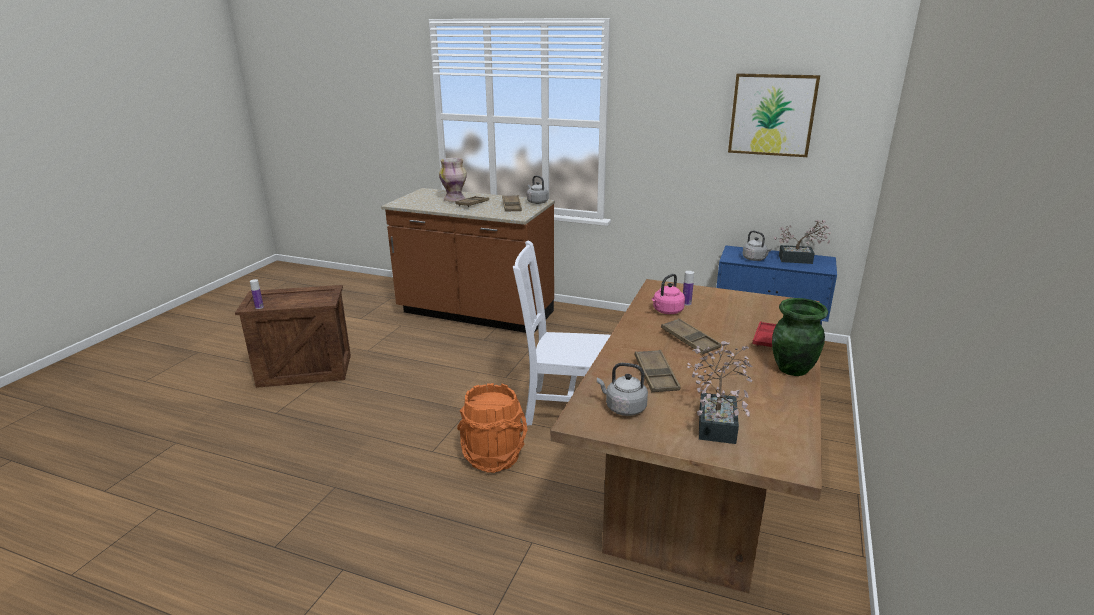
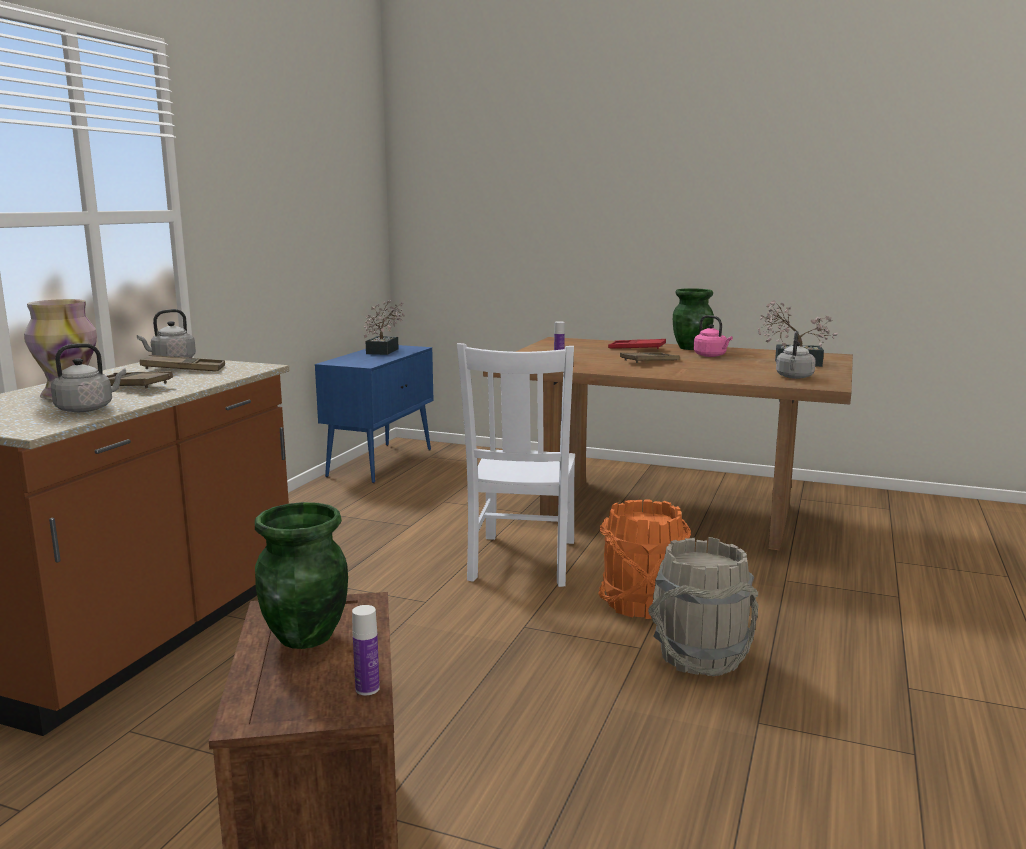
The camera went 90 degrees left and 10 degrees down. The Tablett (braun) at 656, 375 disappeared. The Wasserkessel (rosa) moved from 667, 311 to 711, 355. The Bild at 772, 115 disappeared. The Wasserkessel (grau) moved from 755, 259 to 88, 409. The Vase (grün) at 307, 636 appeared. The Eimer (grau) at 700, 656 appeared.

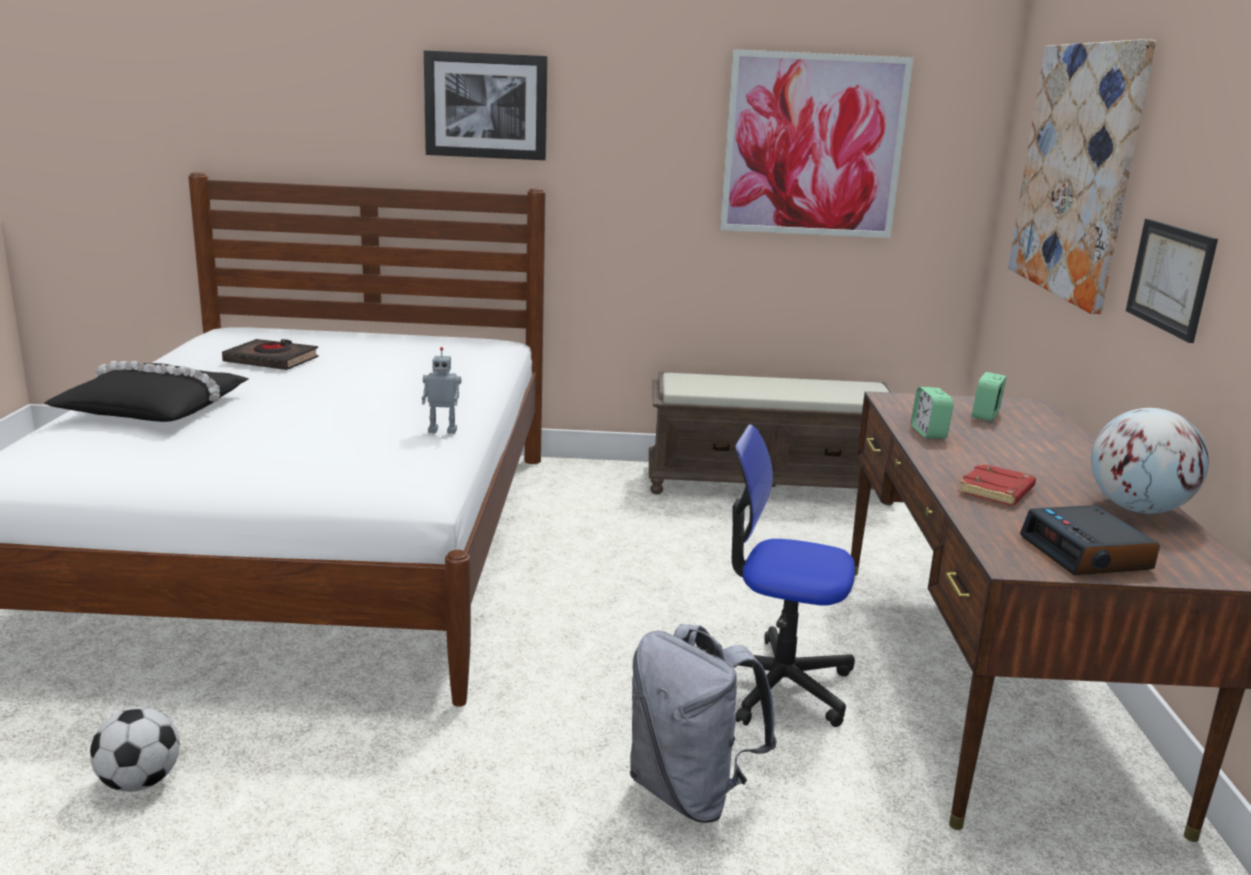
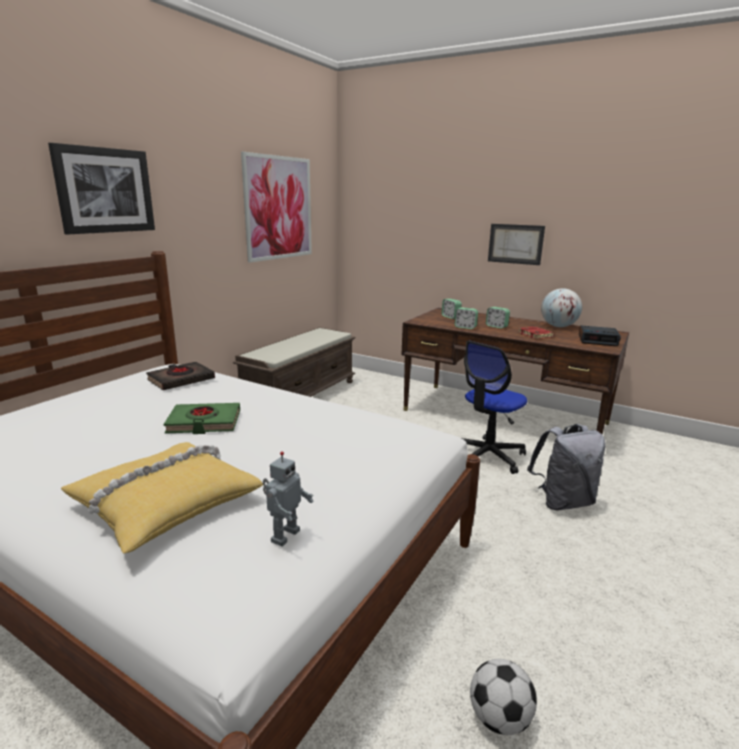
The camera went 60 degrees left and 0 degrees up. The Kissen (schwarz) at 155, 408 became the Kissen (gelb) at 165, 503. The Buch (schwarz) moved from 272, 361 to 181, 380. The Spielzeugroboter moved from 443, 430 to 284, 535. The Bild at 1076, 171 disappeared. The Buch (grün) at 204, 423 appeared. The Wecker at 496, 326 appeared.

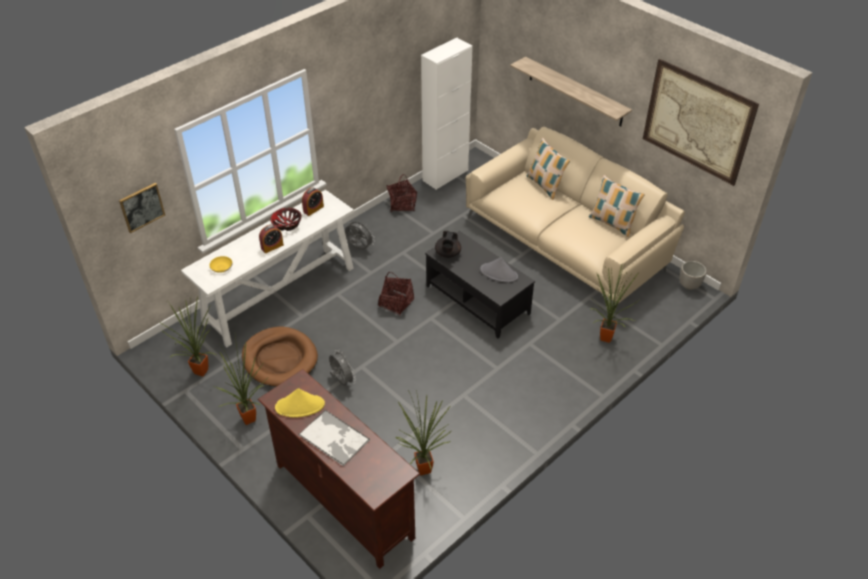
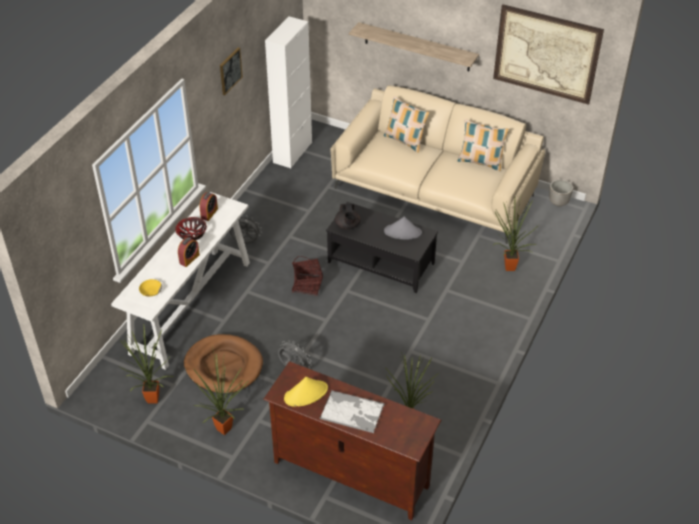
The camera went 20 degrees left and 0 degrees up. The Bild moved from 142, 207 to 230, 71. The Korb at 402, 204 disappeared.

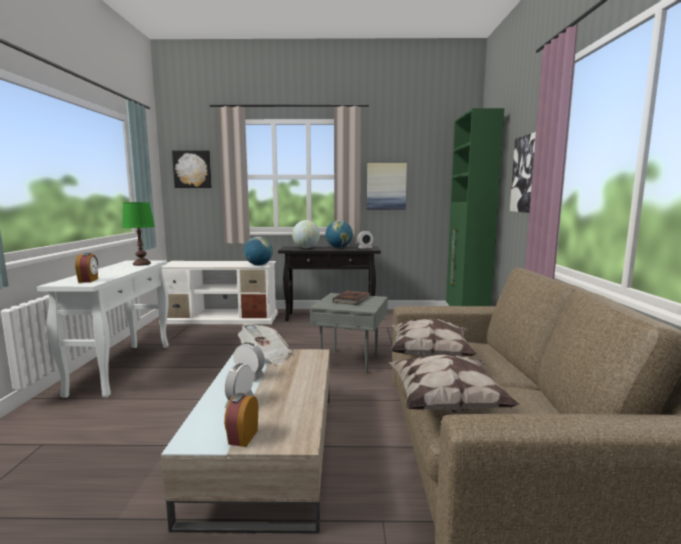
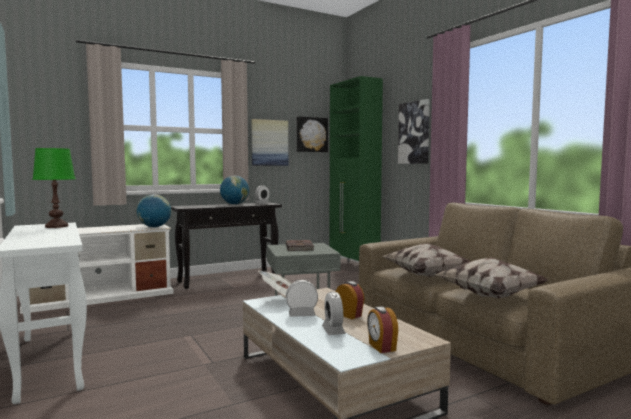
The camera went 30 degrees left and 5 degrees down. The Wecker moved from 89, 280 to 349, 315. The Bild moved from 192, 169 to 311, 134. The Globus at 306, 248 disappeared.

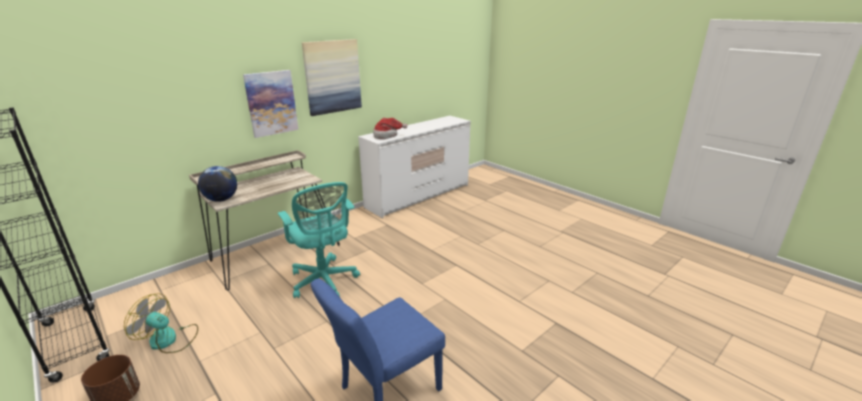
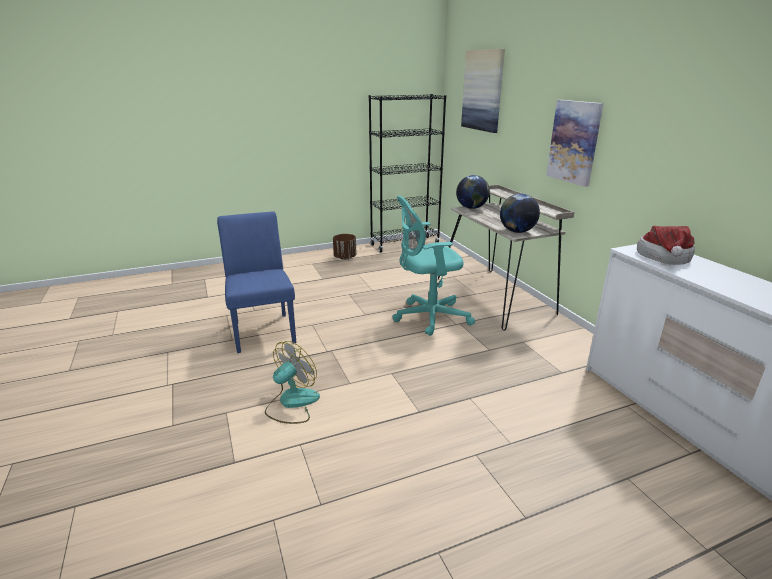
The camera went 110 degrees right and 0 degrees up. The Ventilator moved from 169, 340 to 292, 403. The Bild moved from 332, 77 to 483, 90. The Globus at 517, 231 appeared.

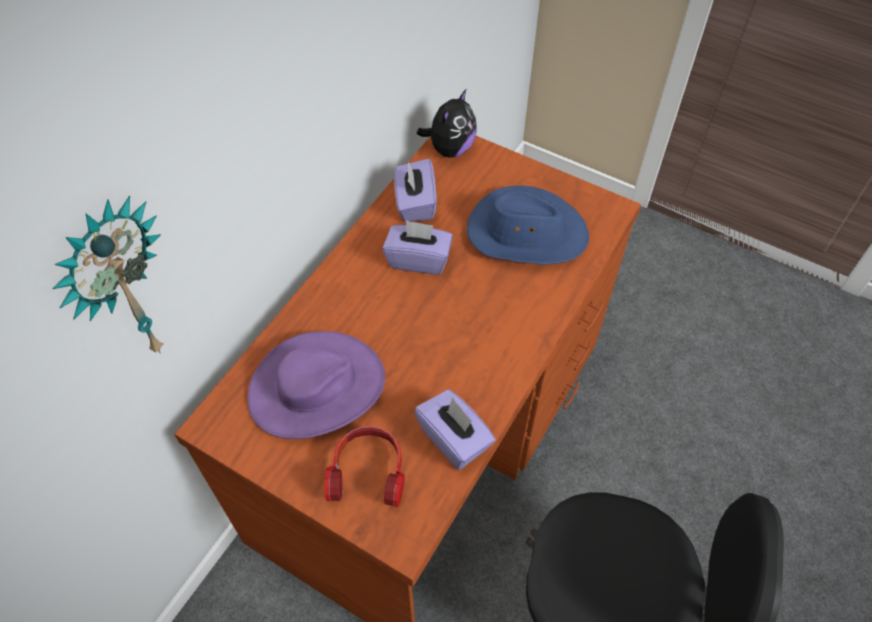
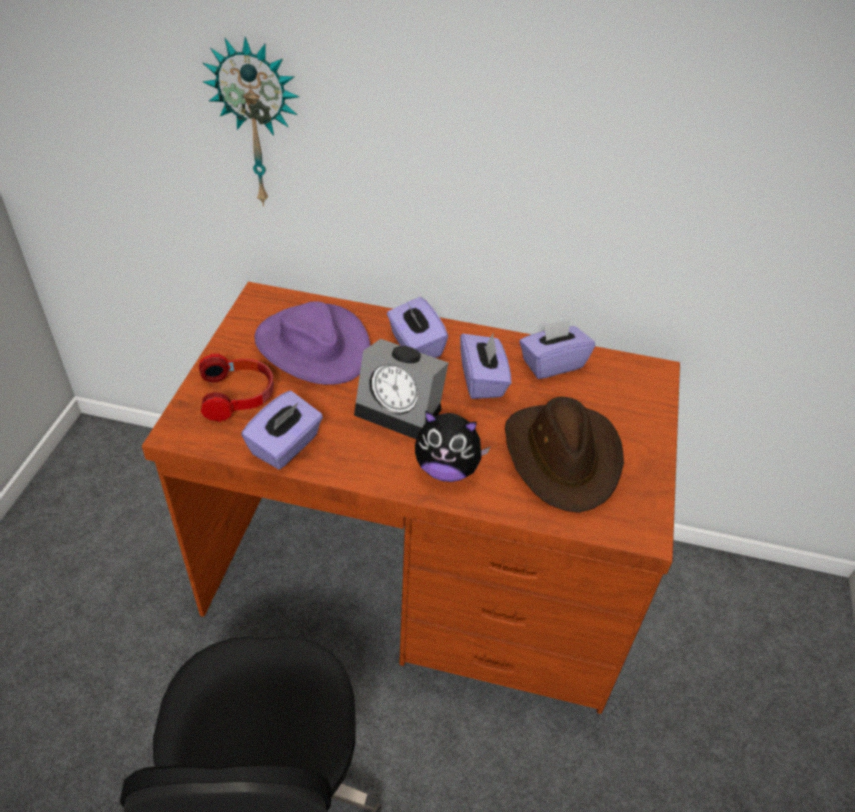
The camera went 70 degrees right and 10 degrees down. The Plüschtier moved from 450, 149 to 447, 469. The Hut (blau) at 526, 232 became the Hut (braun) at 563, 457. The Wecker at 402, 410 appeared. The Taschentuchbox (lila) at 415, 345 appeared.

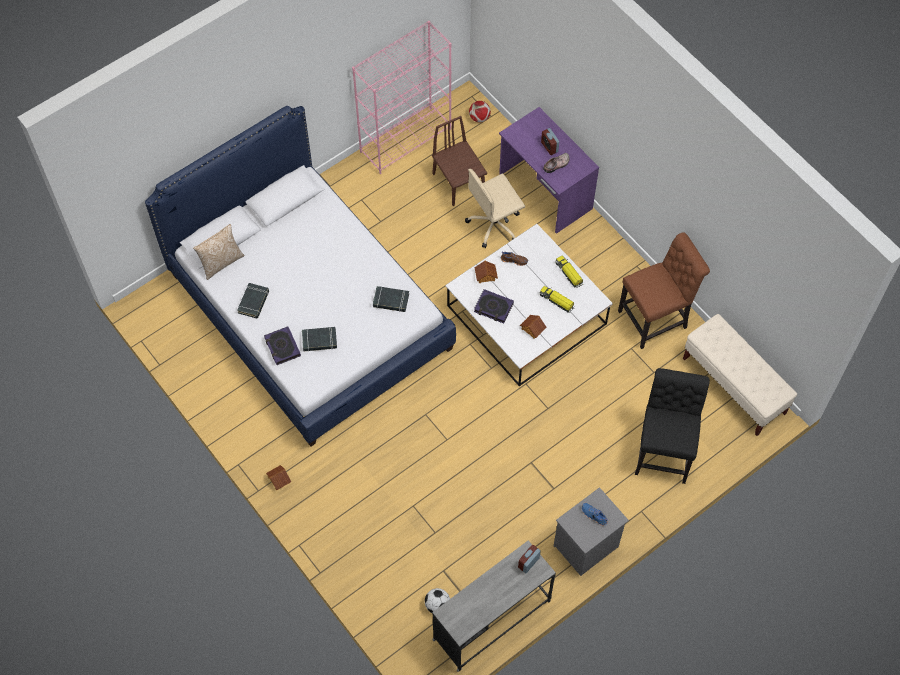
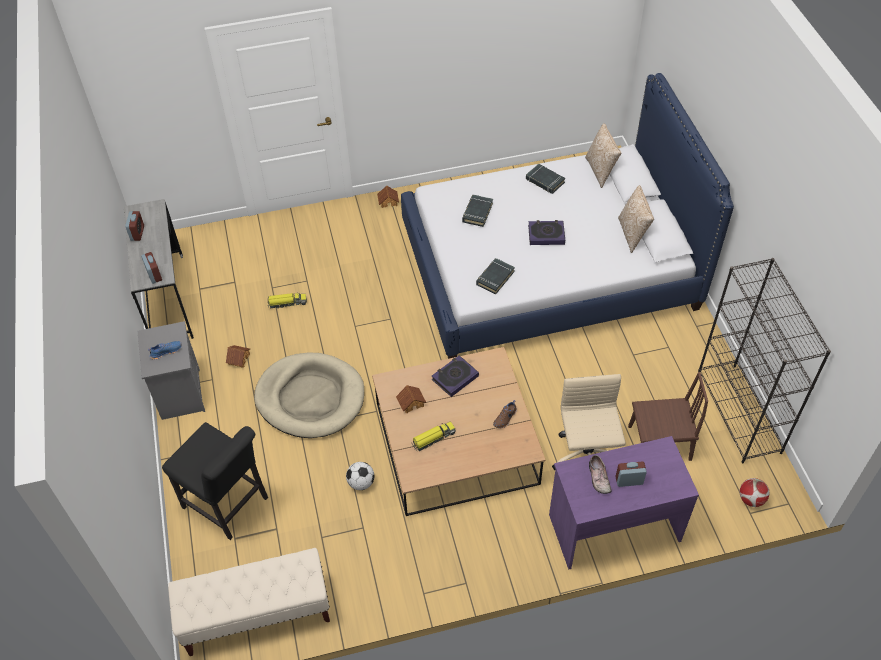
The camera went 115 degrees right and 10 degrees down. The Buch moved from 282, 347 to 546, 235. The Bücherregal (rosa) at 406, 140 became the Bücherregal (schwarz) at 739, 413. The Fußball moved from 437, 605 to 361, 483. The Couchtisch (weiß) at 526, 315 became the Couchtisch (braun) at 456, 443. The Spielzeughaus moved from 485, 276 to 238, 359. The Spielzeuglaster moved from 569, 274 to 287, 303. The Stuhl (braun) at 656, 318 disappeared. The Wecker at 137, 233 appeared. The Hundebett (beige) at 310, 398 appeared. The Kissen at 632, 234 appeared.

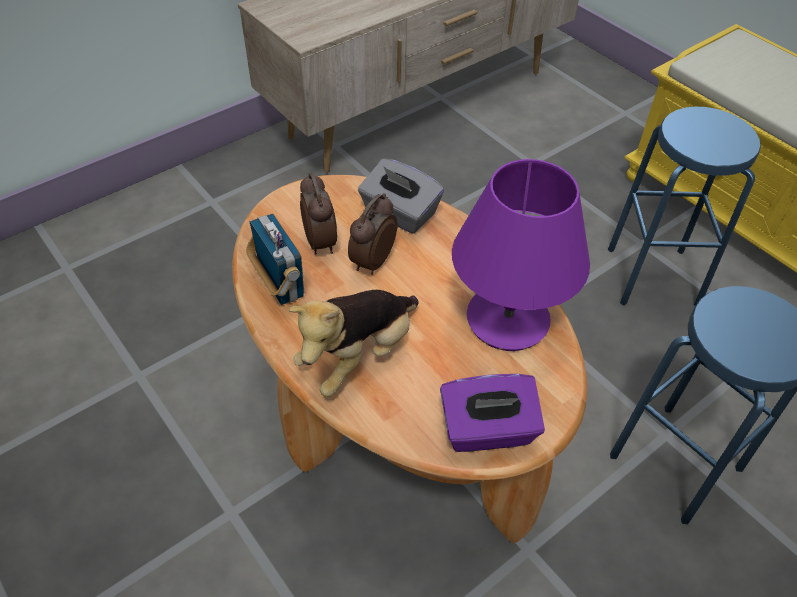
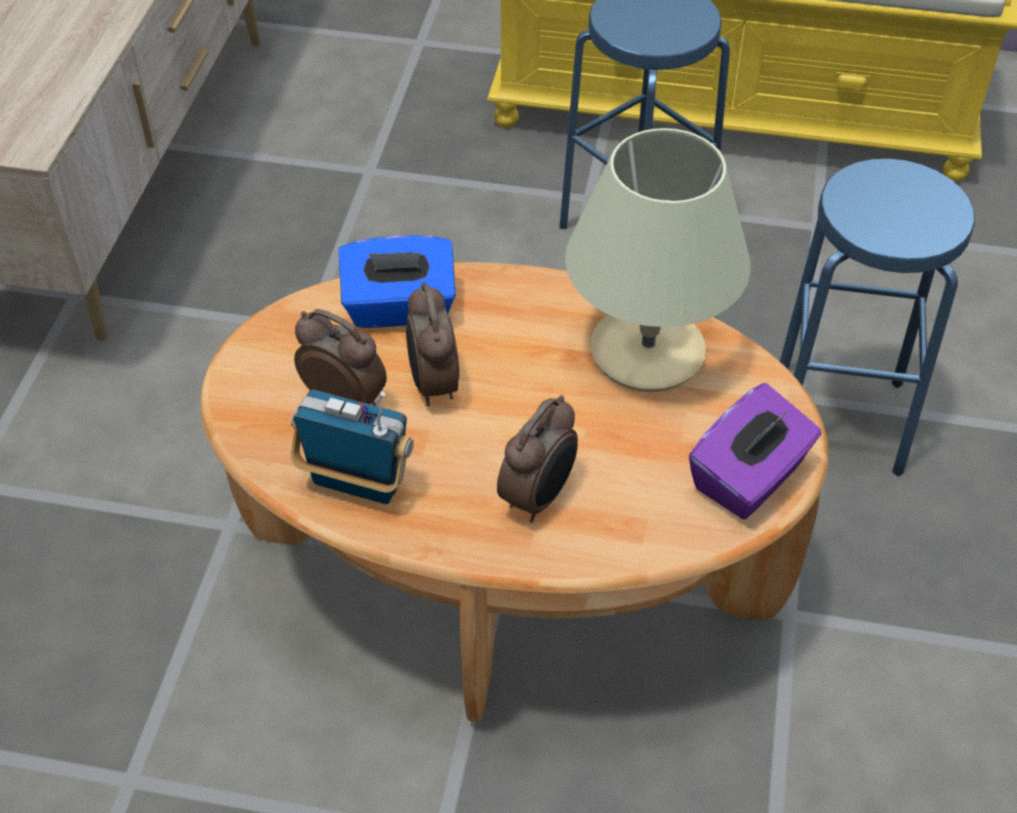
The camera went 40 degrees left and 0 degrees up. The Plüschtier at 358, 356 was replaced by the Wecker at 539, 497. The Taschentuchbox (grau) at 399, 214 became the Taschentuchbox (blau) at 400, 309. The Tischlampe (lila) at 508, 319 became the Tischlampe (beige) at 648, 351.

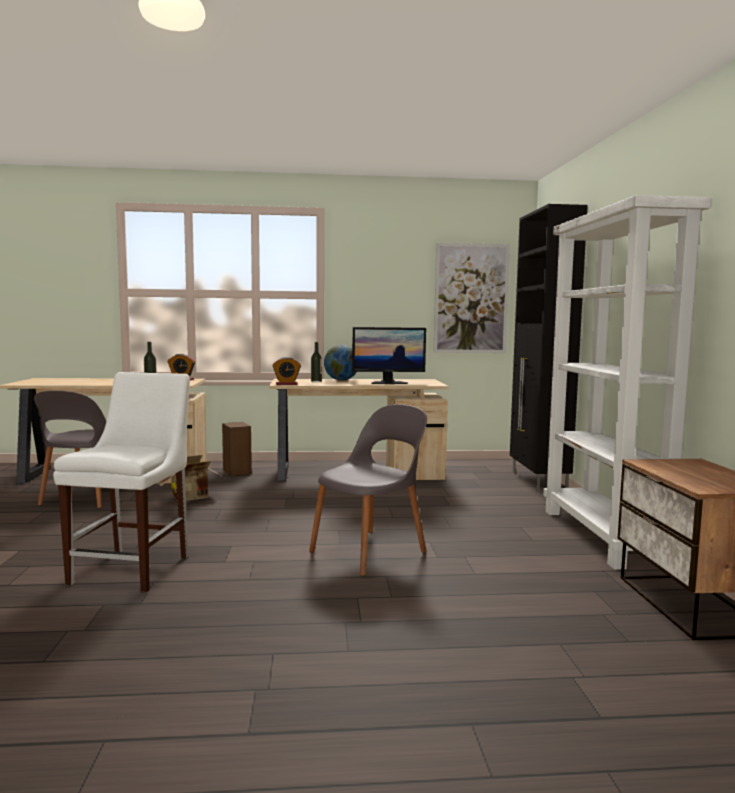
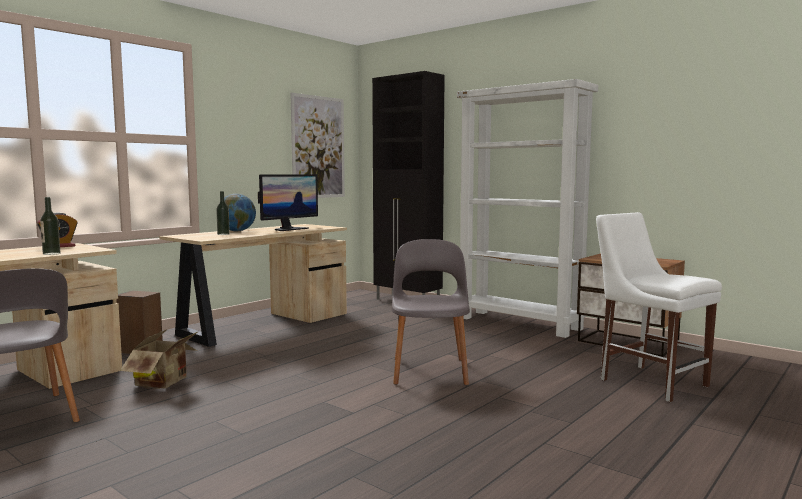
The camera went 45 degrees left and 0 degrees up. The Stuhl (weiß) moved from 134, 567 to 649, 381. The Wecker at 286, 384 disappeared.

